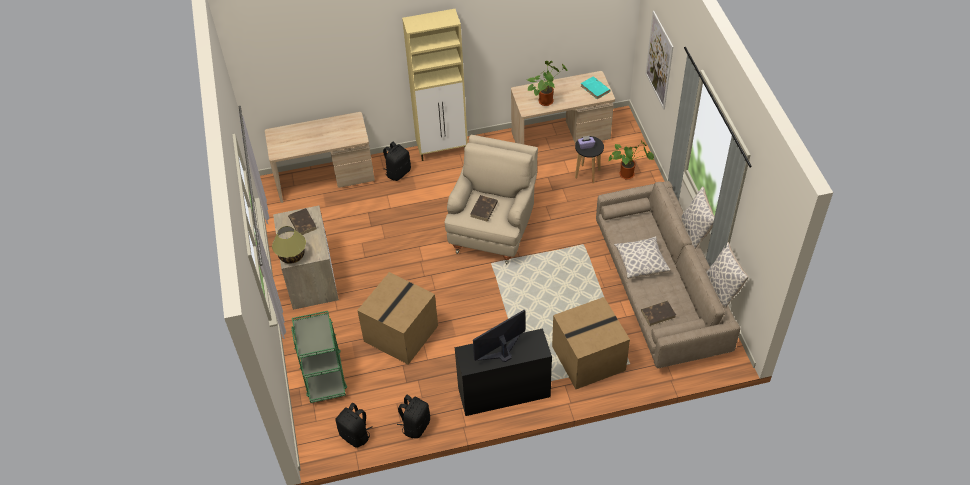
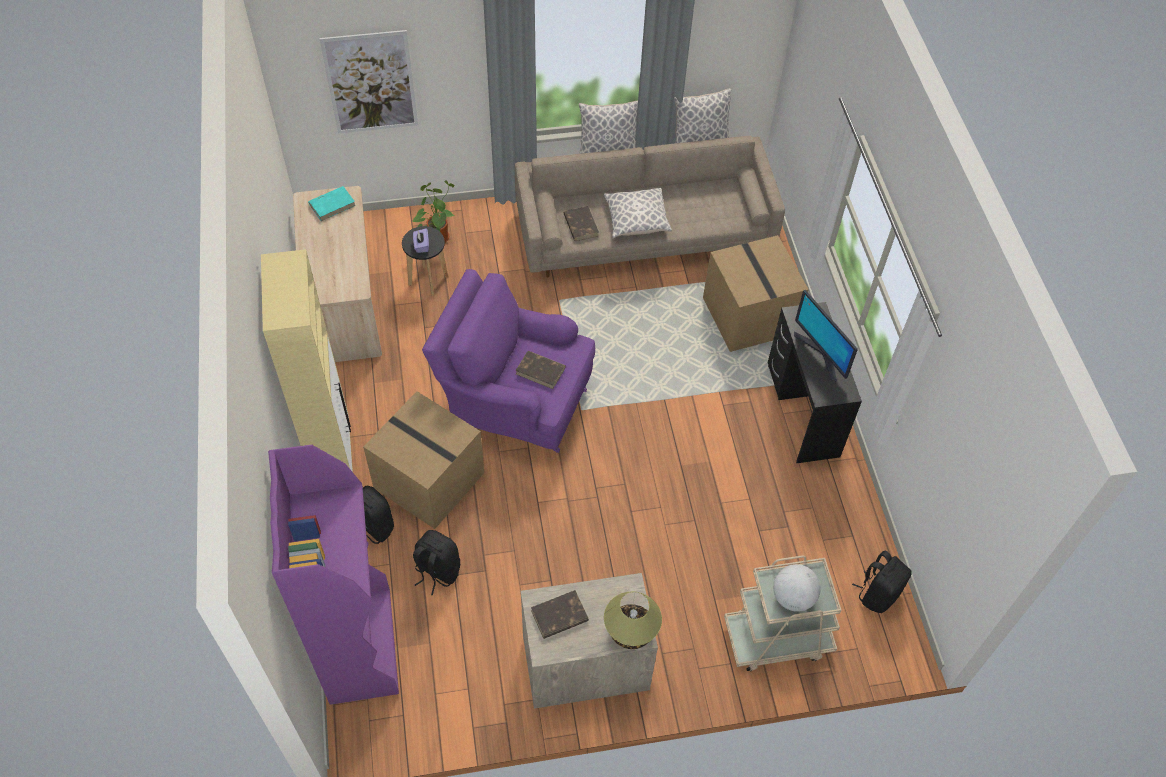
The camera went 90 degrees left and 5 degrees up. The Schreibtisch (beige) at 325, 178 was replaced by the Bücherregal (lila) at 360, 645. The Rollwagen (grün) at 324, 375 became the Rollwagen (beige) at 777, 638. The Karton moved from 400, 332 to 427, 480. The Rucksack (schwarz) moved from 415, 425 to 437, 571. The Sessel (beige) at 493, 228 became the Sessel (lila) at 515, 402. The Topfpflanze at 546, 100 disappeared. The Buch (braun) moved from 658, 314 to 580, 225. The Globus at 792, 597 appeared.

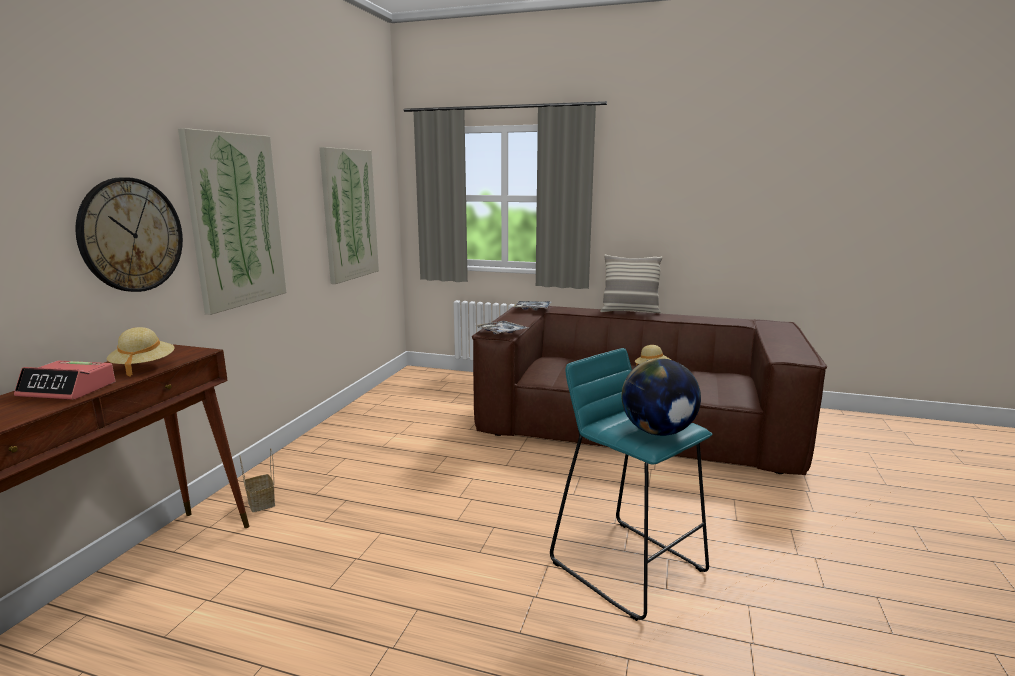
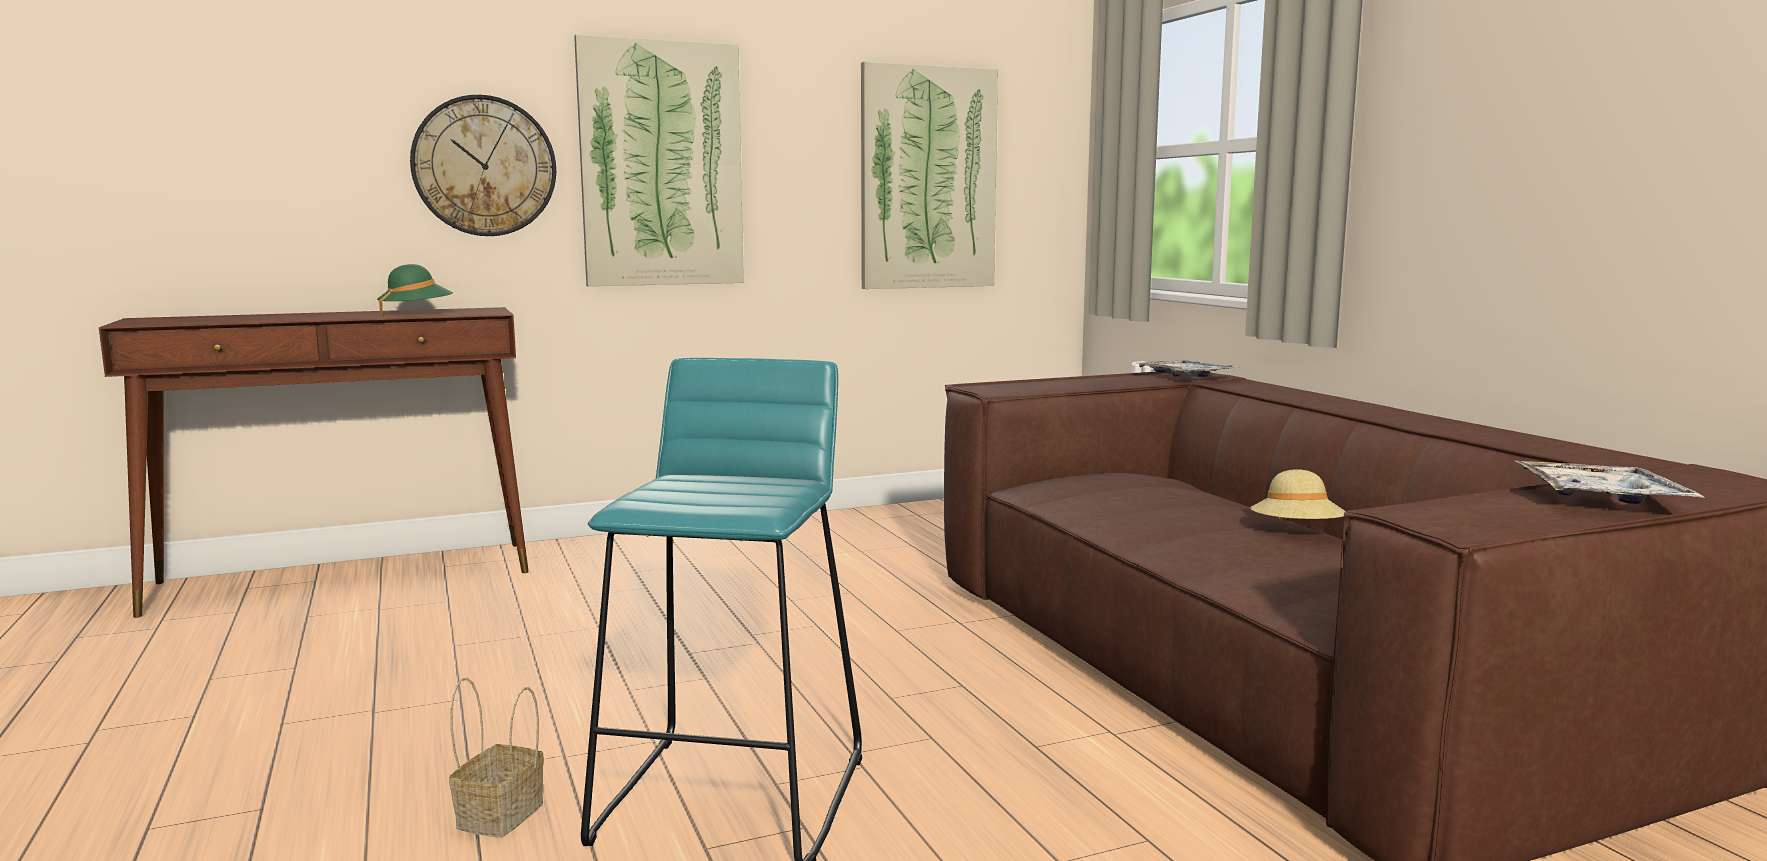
The camera went 50 degrees right and 5 degrees down. The Wecker at 68, 390 disappeared. The Hut (beige) at 143, 367 became the Hut (grün) at 416, 314. The Korb moved from 262, 503 to 500, 817. The Tablett moved from 501, 332 to 1600, 497. The Kissen at 629, 311 disappeared. The Globus at 658, 432 disappeared.

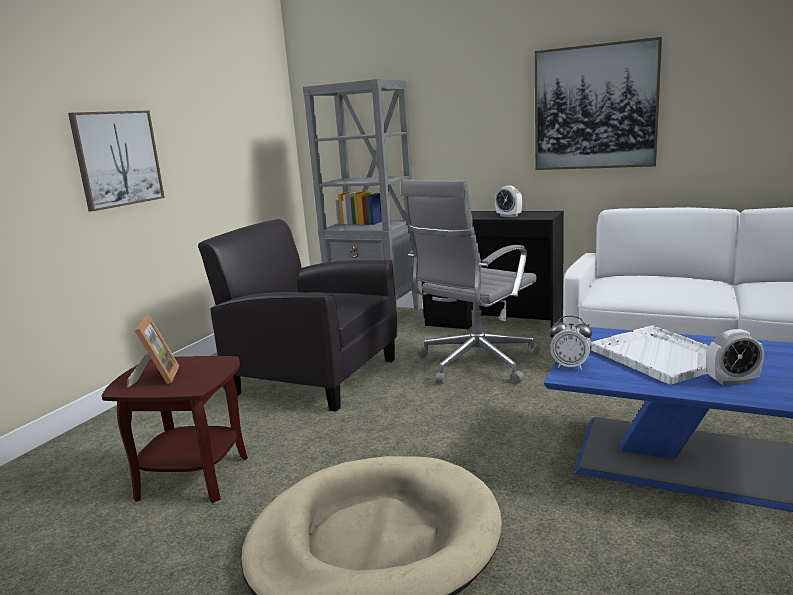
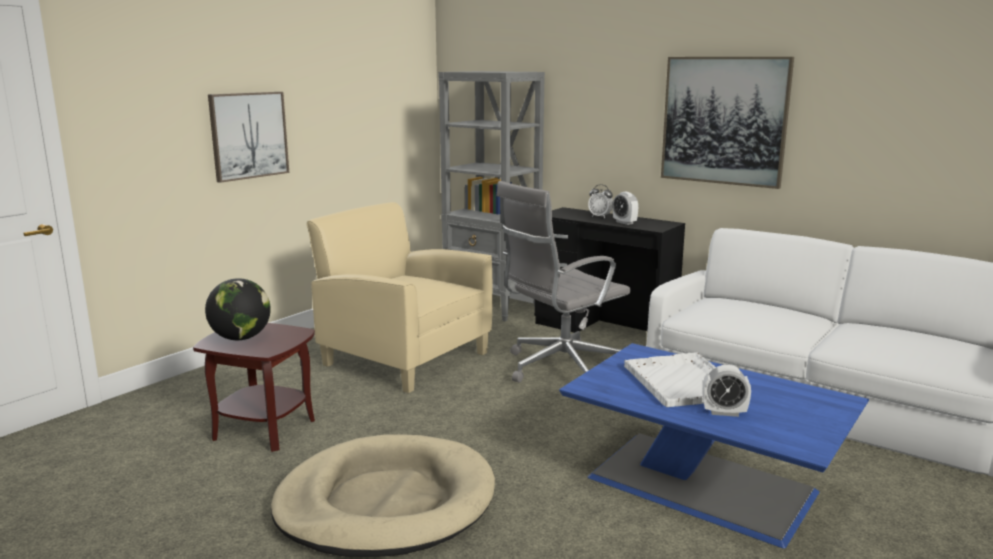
The camera went 10 degrees right and 0 degrees up. The Bilderrahmen at 156, 377 was replaced by the Globus at 241, 338. The Sessel (schwarz) at 314, 376 became the Sessel (beige) at 404, 358. The Wecker moved from 570, 366 to 600, 216.

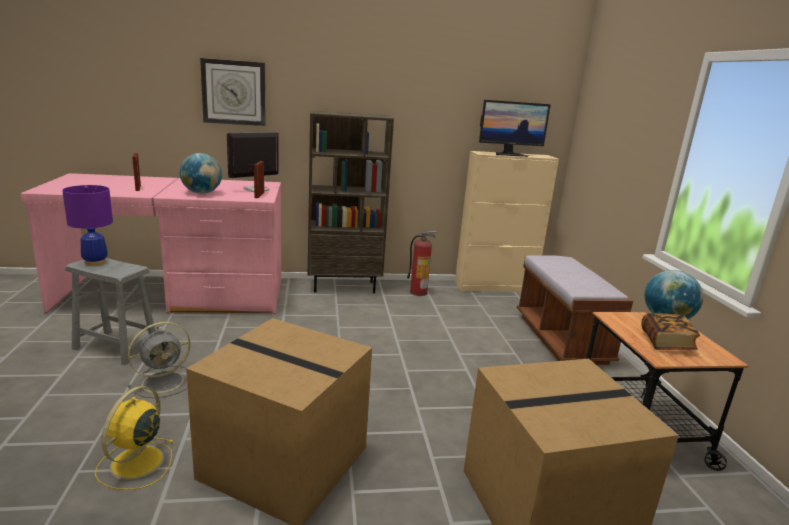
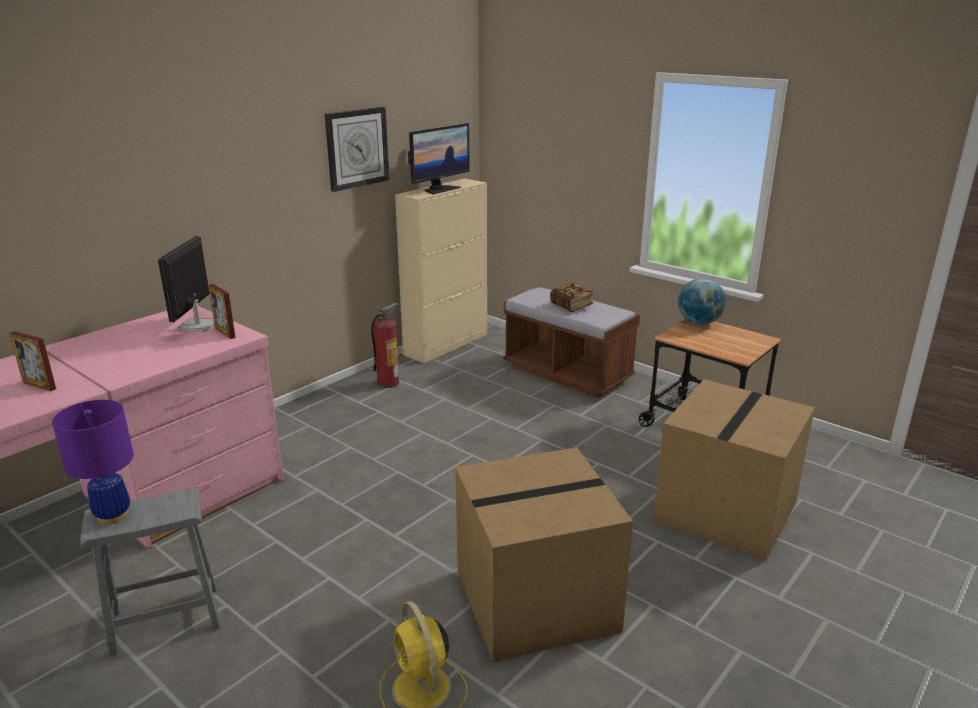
The camera went 40 degrees left and 5 degrees up. The Ventilator (grau) at 165, 381 disappeared. The Globus at 202, 193 disappeared. The Wanduhr moved from 234, 92 to 357, 148. The Bücherregal (braun) at 344, 286 disappeared. The Buch moved from 666, 343 to 571, 306.

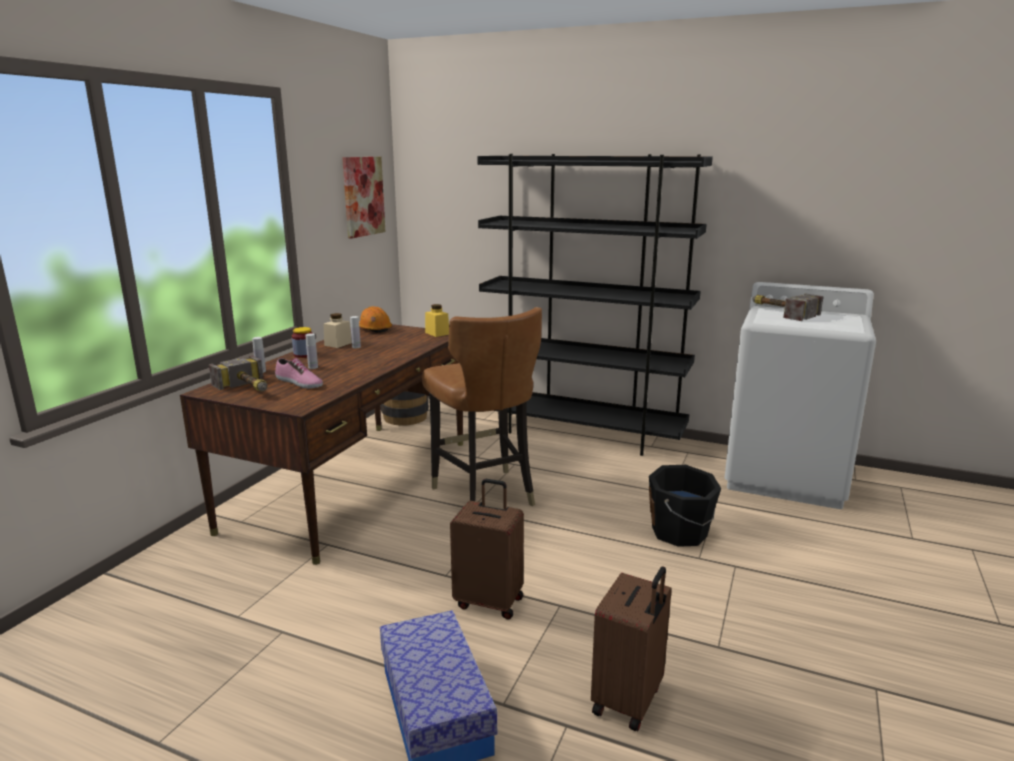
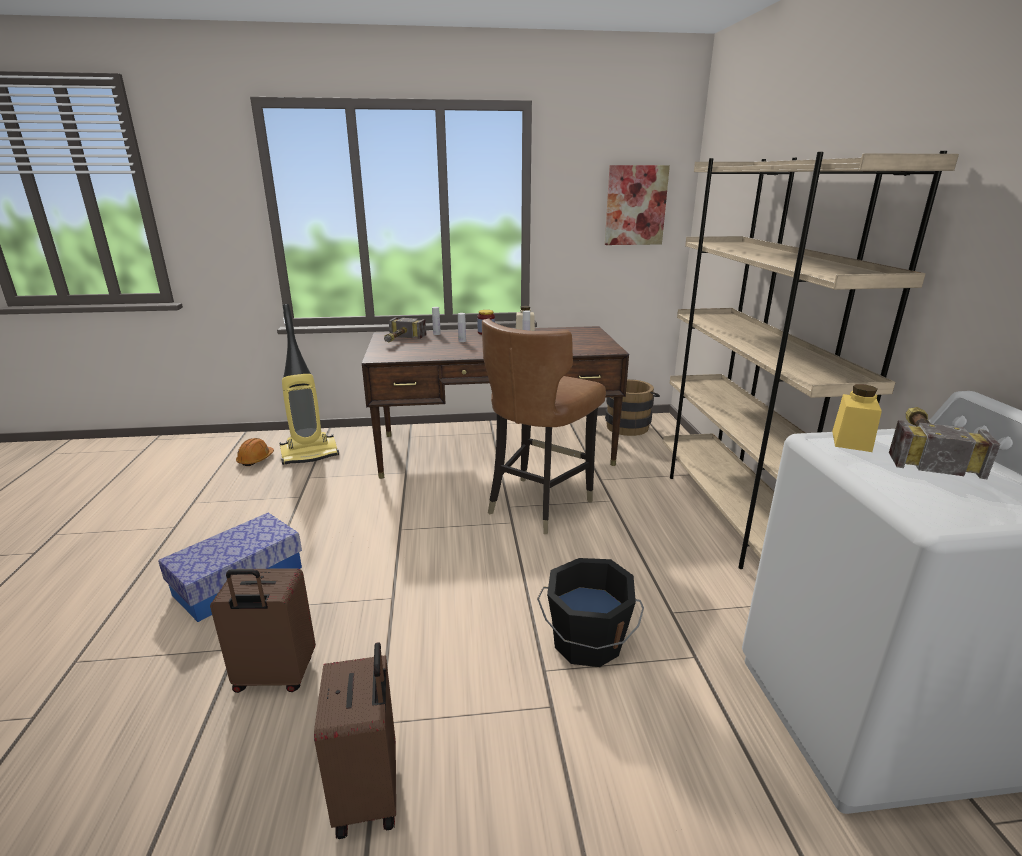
The camera went 60 degrees right and 5 degrees up. The Schuh at 298, 382 disappeared. The Schutzhelm (orange) moved from 374, 329 to 255, 459. The Vorratsglas (gelb) moved from 437, 333 to 851, 441. The Koffer (braun) moved from 490, 601 to 370, 793. The Bücherregal (schwarz) at 582, 433 became the Bücherregal (beige) at 733, 515. The Staubsauger at 310, 454 appeared.

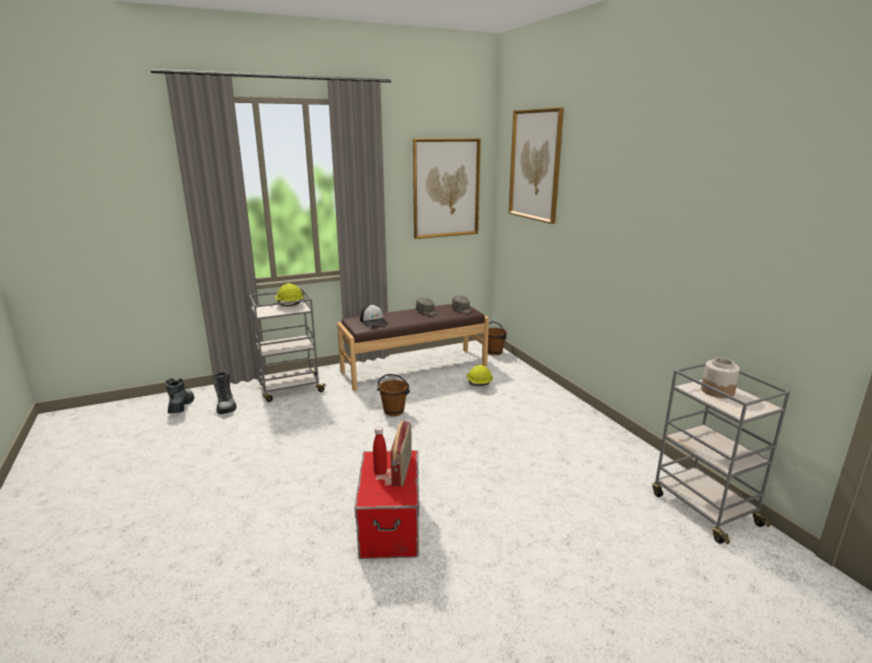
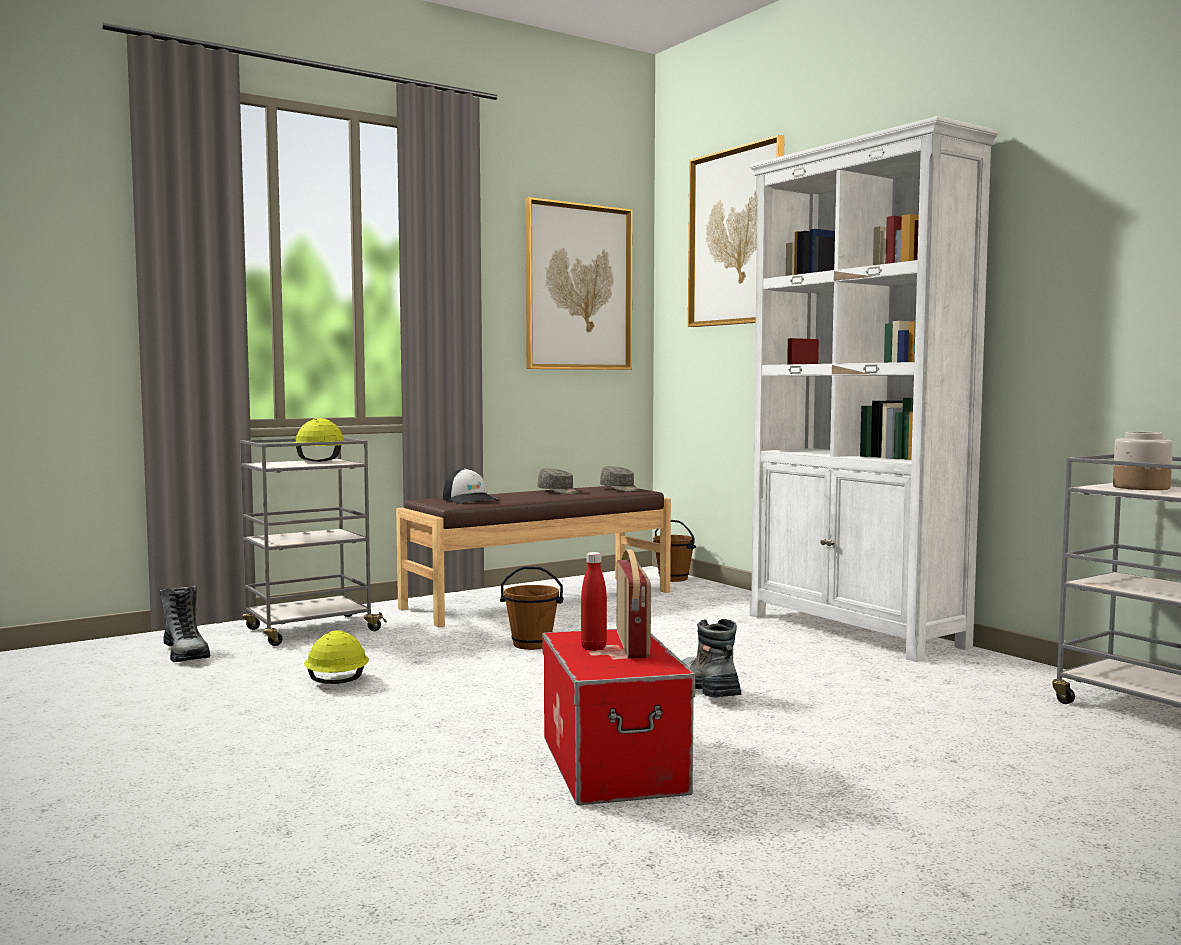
The camera went 10 degrees left and 15 degrees down. The Stiefel moved from 181, 406 to 706, 690. The Schutzhelm (gelb) moved from 479, 384 to 336, 681. The Bücherregal (weiß) at 855, 631 appeared.

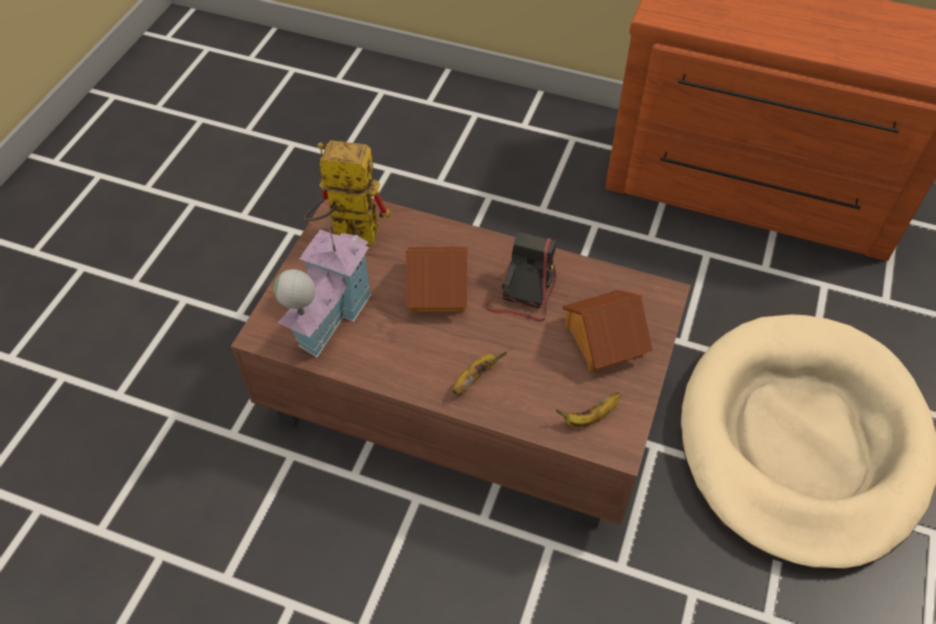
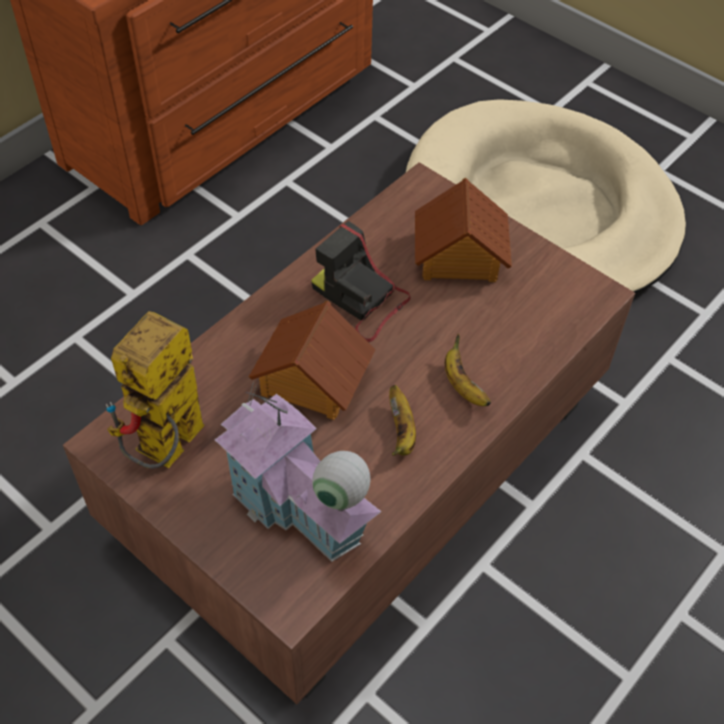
The camera went 70 degrees left and 0 degrees up. The Banane moved from 590, 417 to 401, 432.

